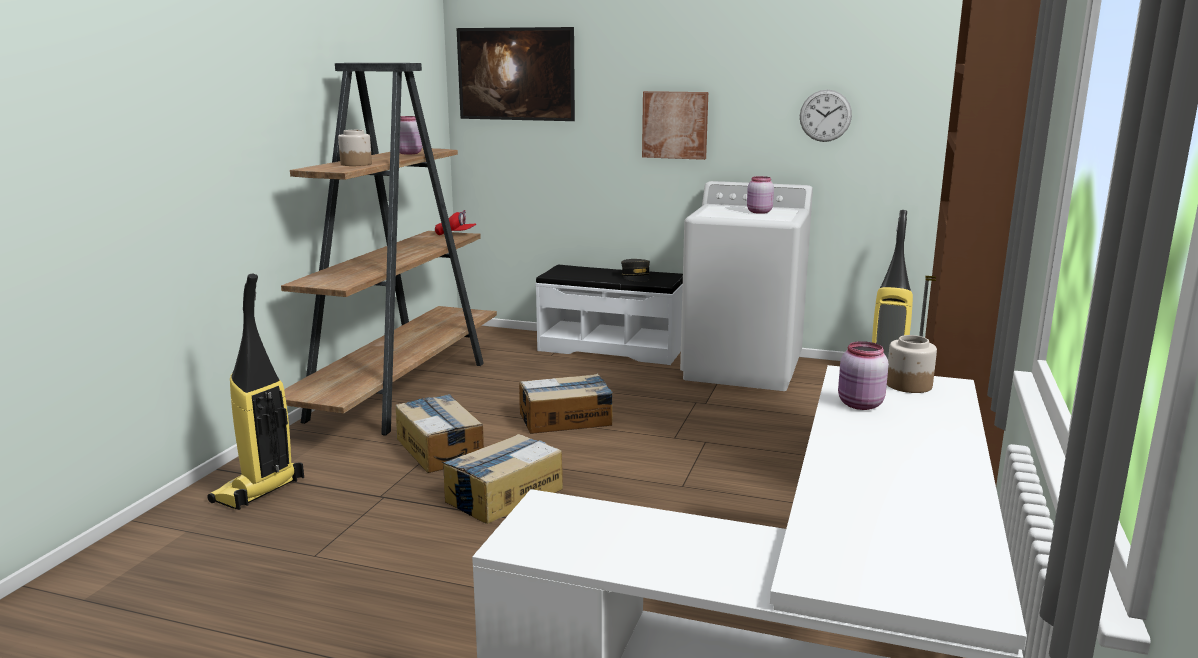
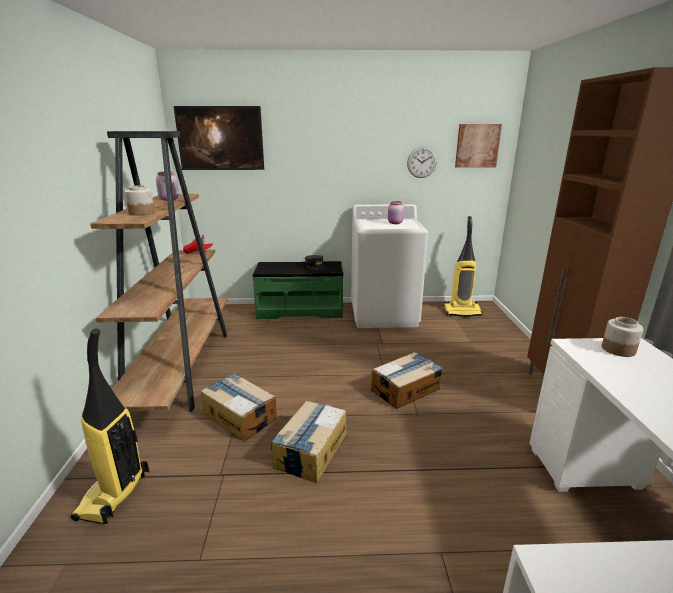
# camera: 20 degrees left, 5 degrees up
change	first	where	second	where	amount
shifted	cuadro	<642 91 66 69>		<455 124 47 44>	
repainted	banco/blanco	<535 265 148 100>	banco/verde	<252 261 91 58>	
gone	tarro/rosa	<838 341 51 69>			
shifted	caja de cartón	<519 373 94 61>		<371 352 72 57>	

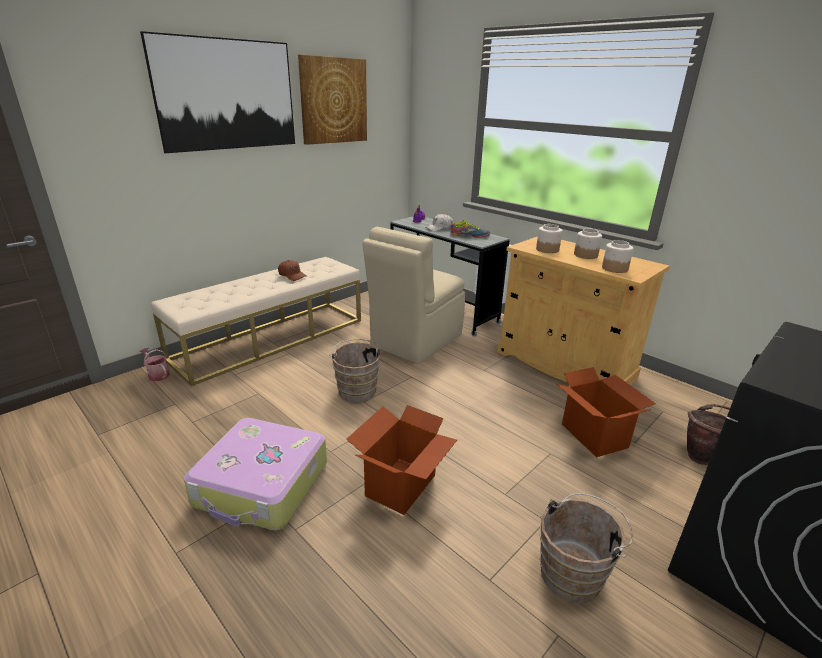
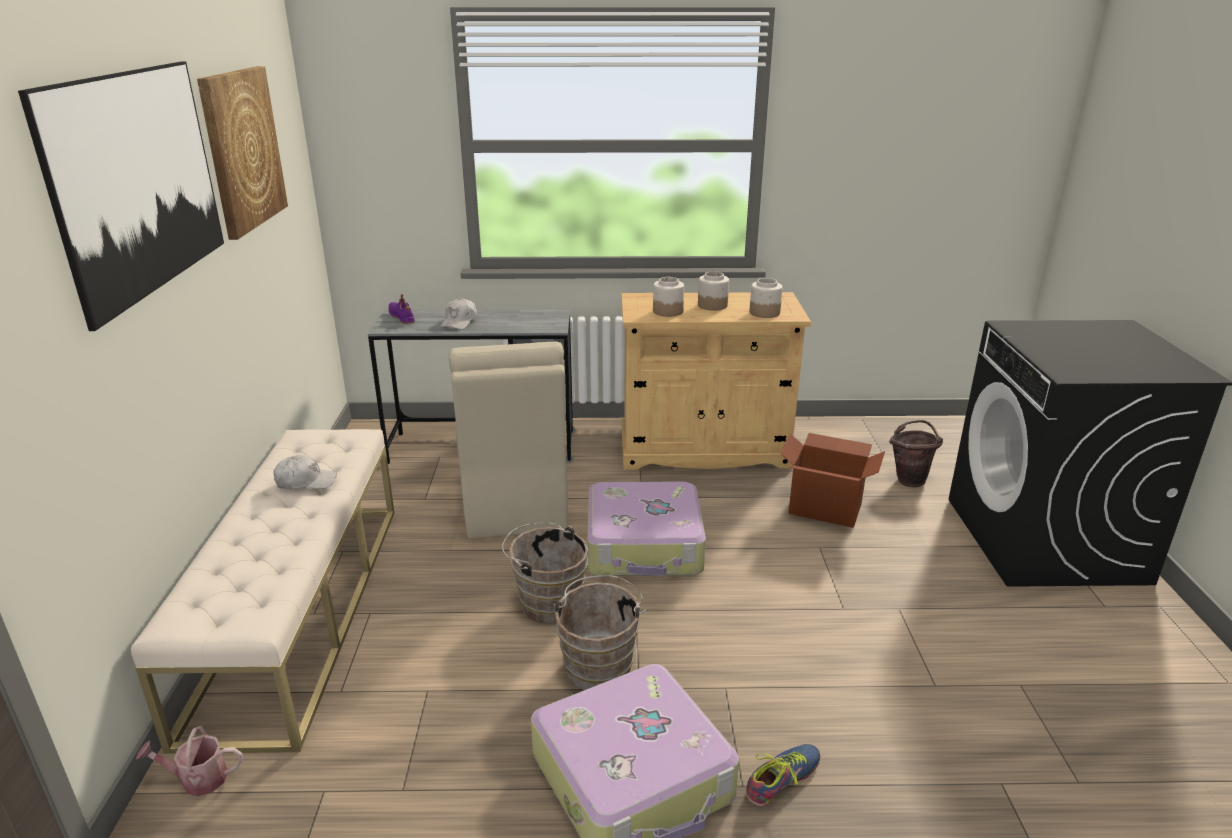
# camera: 45 degrees left, 0 degrees up
change	first	where	second	where	amount
shifted	zapato	<451 220 39 18>		<746 744 75 63>	
repainted	gorra/marrón	<278 260 29 21>	gorra/blanco	<273 454 64 35>	
gone	caja de cartón	<346 405 111 110>			
shifted	cubo/marrón	<540 493 93 110>		<553 575 94 115>	
new			maleta	<588 481 118 95>	

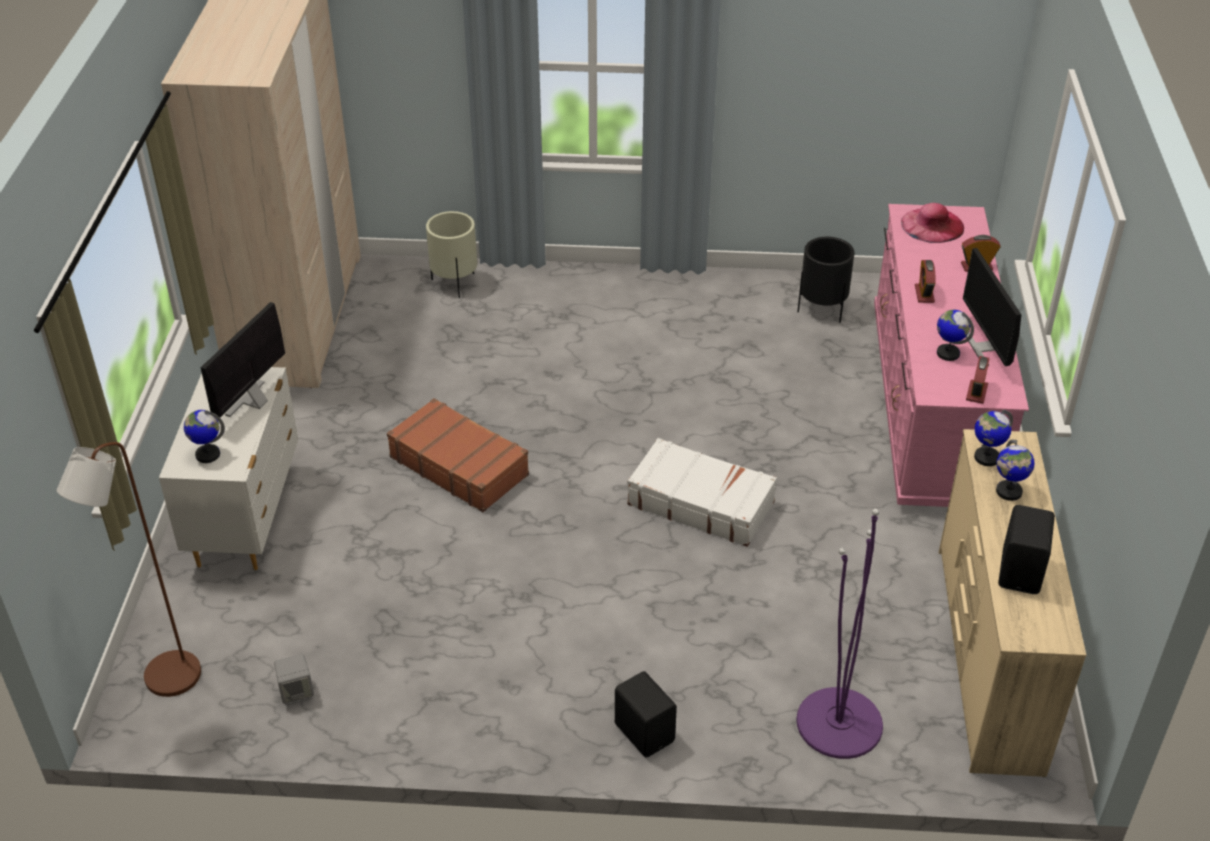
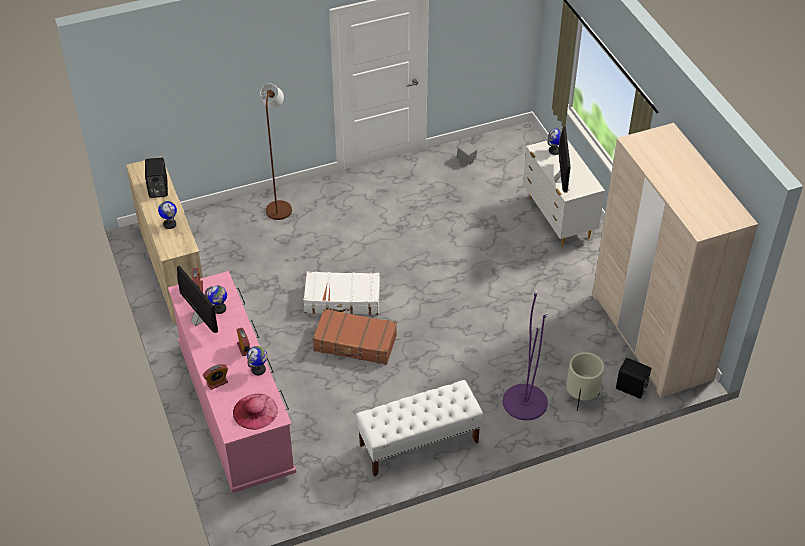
# camera: 155 degrees right, 5 degrees up
change	first	where	second	where	amount
gone	maceta/negro	<797 237 58 86>			
shifted	maleta/marrón	<387 398 142 114>		<312 309 85 56>	
shifted	globo terráqueo	<974 410 39 56>		<247 346 20 29>	
shifted	lámpara de pie/marrón	<57 442 144 255>		<260 84 32 136>	
shifted	lámpara de pie/morado	<796 509 87 250>		<503 291 45 129>	
shifted	altavoz/negro	<615 671 62 87>		<616 358 35 41>	
new			banco/blanco	<356 380 127 96>	

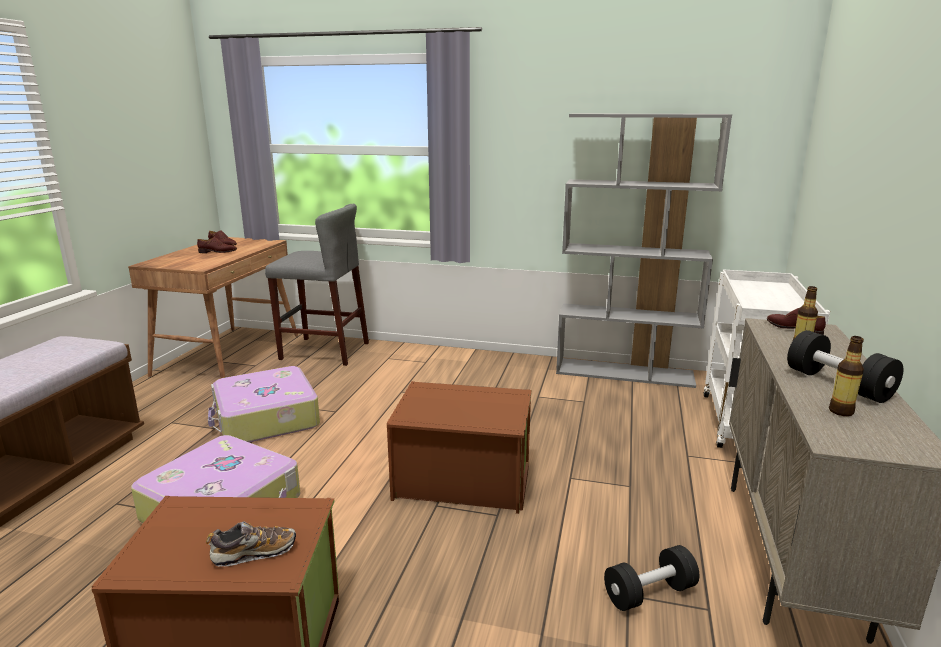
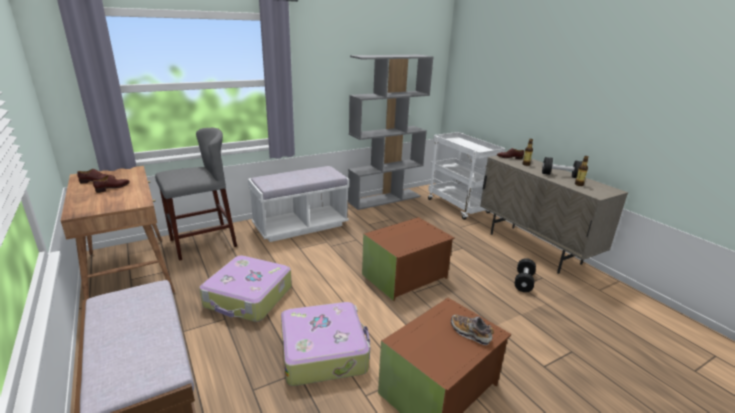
# camera: 45 degrees left, 5 degrees up
change	first	where	second	where	amount
rotated	zapato	<206 521 90 45>		<451 315 43 30>	75 degrees counterclockwise
new			banco/blanco	<248 166 101 76>	

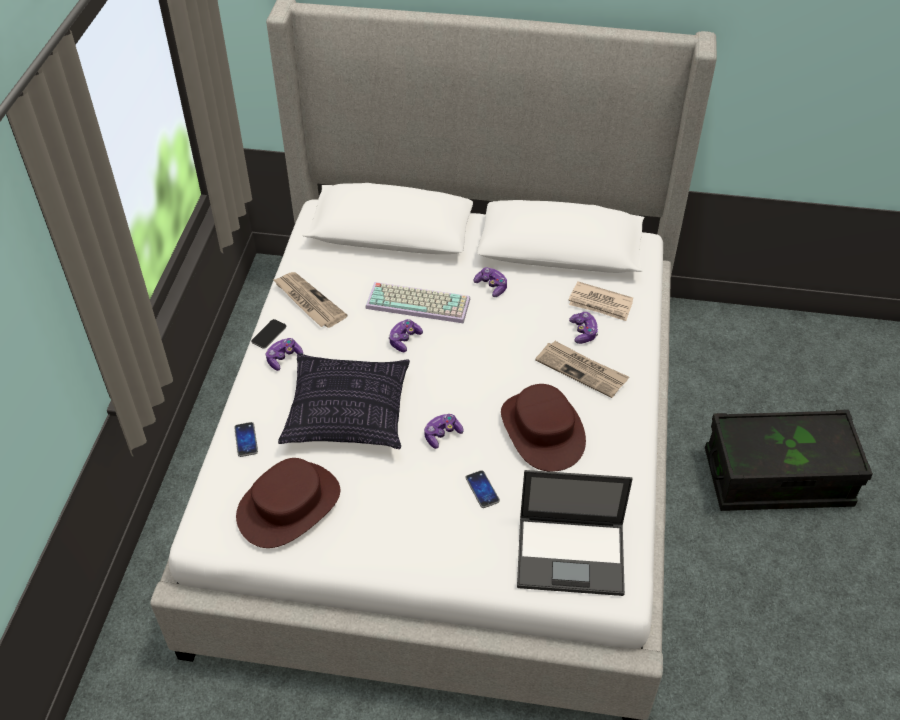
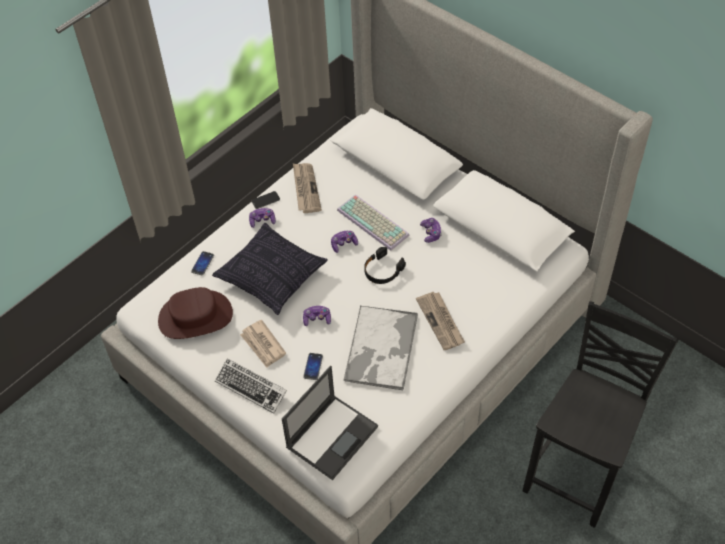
# camera: 35 degrees right, 5 degrees up
change	first	where	second	where	amount
shifted	periódico	<568 282 65 39>		<240 320 46 48>	
gone	mando de consola	<569 312 29 32>			
swapped	sombrero/marrón	<501 384 85 88>	bandeja	<343 305 75 85>	
swapped	caja de almacenaje/negro	<705 409 168 102>	silla/negro	<523 301 155 227>	
rotated	portátil	<517 470 116 126>		<282 366 96 114>	90 degrees counterclockwise
new			auriculares/negro	<364 247 42 37>	
new			teclado	<215 358 72 56>	

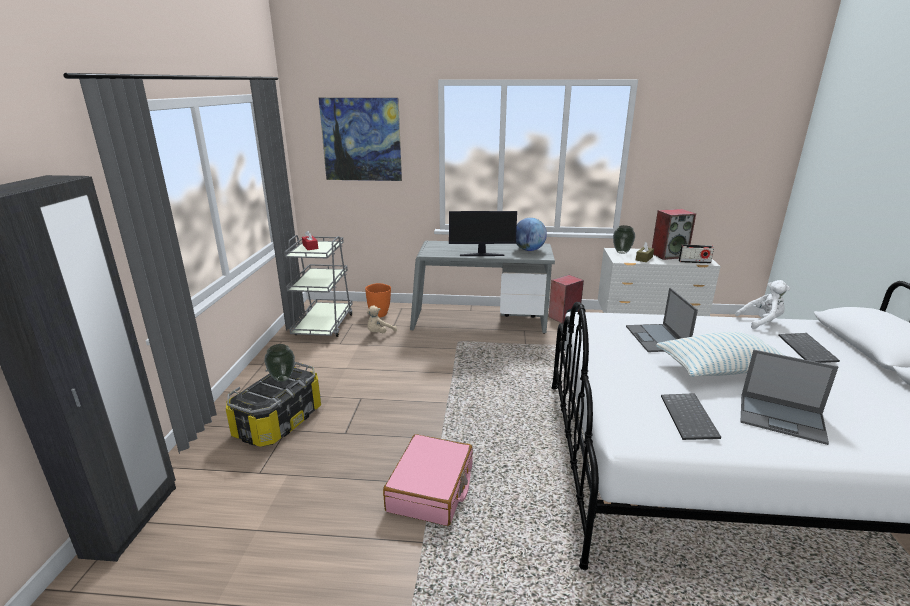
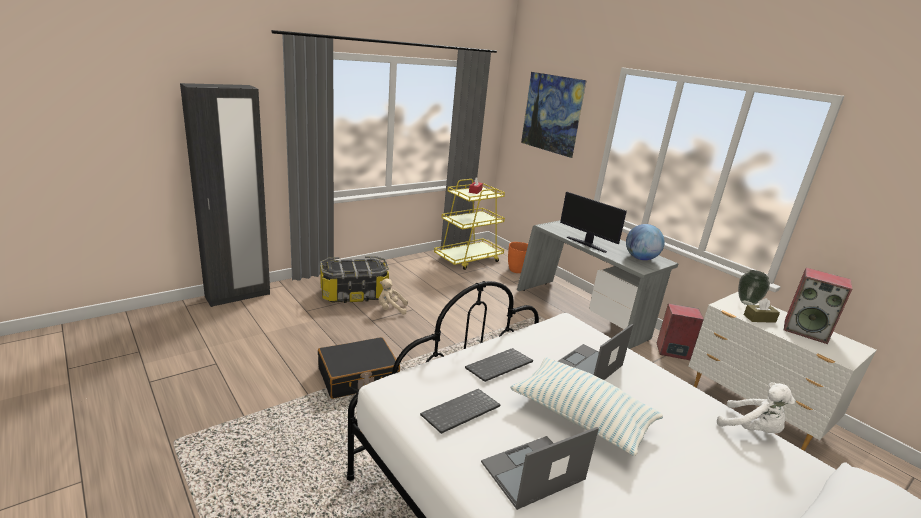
# camera: 45 degrees right, 0 degrees up
change	first	where	second	where	amount
repainted	carrito/gris	<284 235 69 102>	carrito/amarillo	<434 179 71 91>	
gone	radio	<679 245 35 18>			
shifted	peluche/beis	<366 306 31 27>		<379 278 29 37>	
shifted	teclado	<779 333 61 30>		<465 348 68 34>	
gone	florero	<264 344 31 38>			
rotated	portátil	<741 349 97 96>		<481 427 118 83>	75 degrees clockwise
repainted	maleta/rosa	<383 434 90 92>	maleta/negro	<318 337 82 62>	

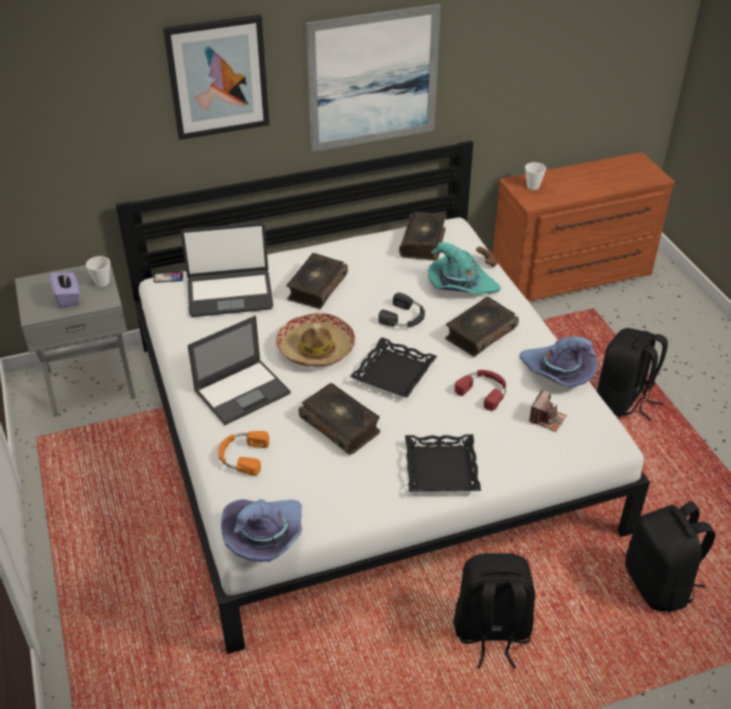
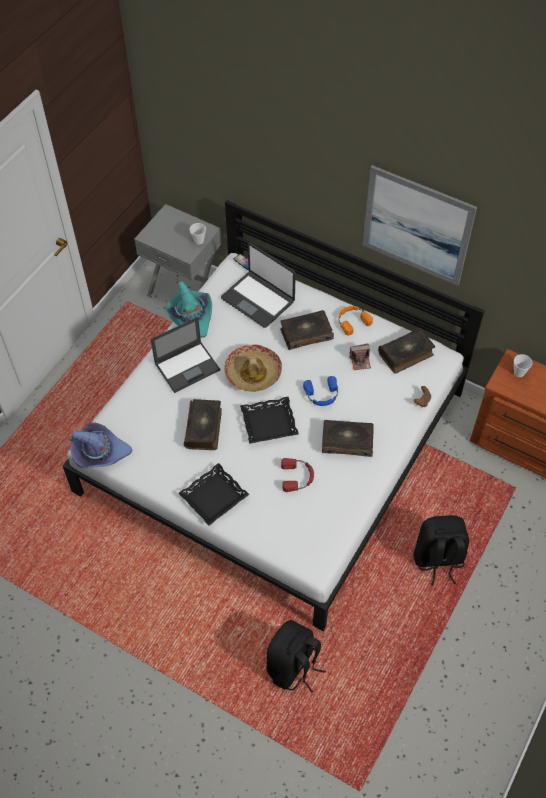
# camera: 50 degrees right, 15 degrees up
change	first	where	second	where	amount
gone	cuadro	<163 15 106 125>			
shifted	sombrero/turquesa	<428 242 73 53>		<165 281 47 57>	
gone	caja de pañuelos/morado	<49 268 31 40>			
repainted	auriculares/negro	<378 292 47 36>	auriculares/azul	<303 376 35 30>	
rotated	portátil	<187 316 104 109>		<151 317 69 76>	45 degrees counterclockwise
gone	sombrero/morado	<520 336 78 52>			
shifted	cámara	<529 389 38 42>		<349 344 22 26>	
shifted	auriculares/naranja	<218 431 51 45>		<339 306 34 29>	
gone	mochila/negro	<454 553 81 116>			

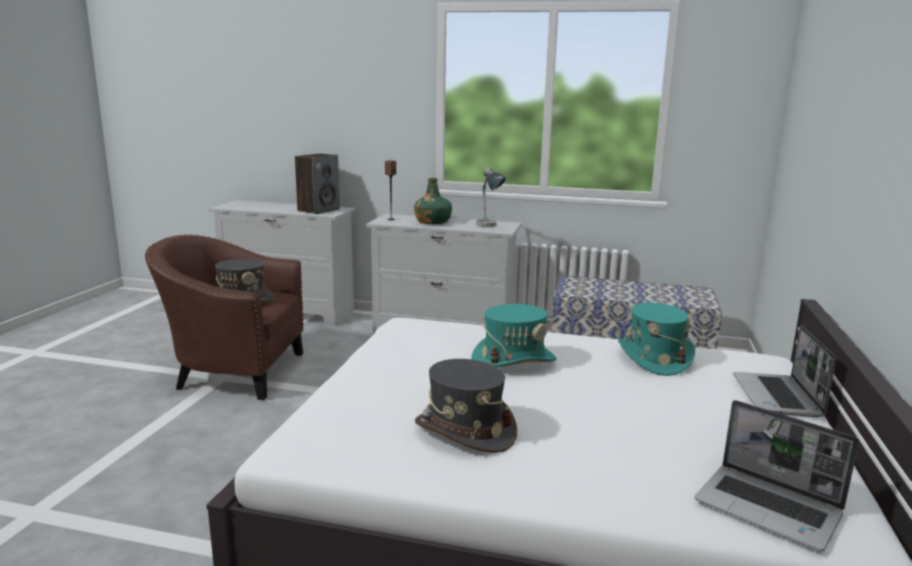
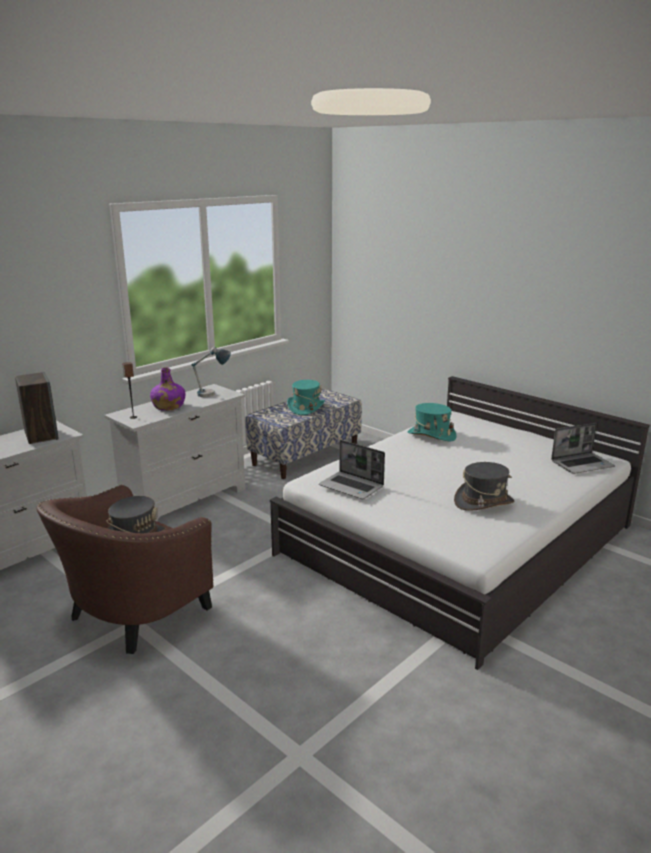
# camera: 60 degrees left, 5 degrees up
change	first	where	second	where	amount
repainted	botella/verde	<414 178 38 46>	botella/morado	<150 367 35 44>	
shifted	sombrero/turquesa	<471 304 86 63>		<287 380 38 35>	
shifted	portátil	<733 325 103 92>		<319 440 66 59>	

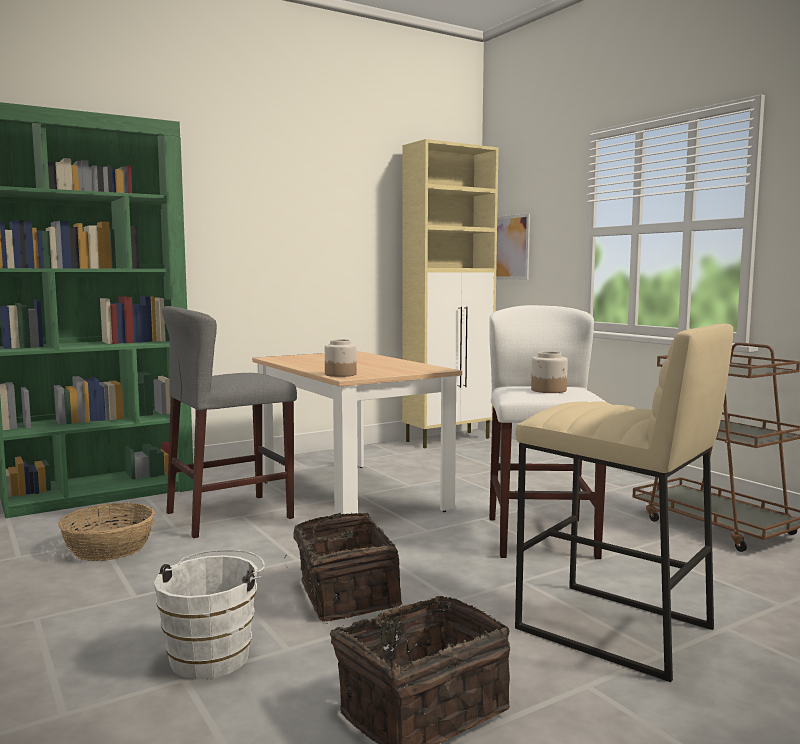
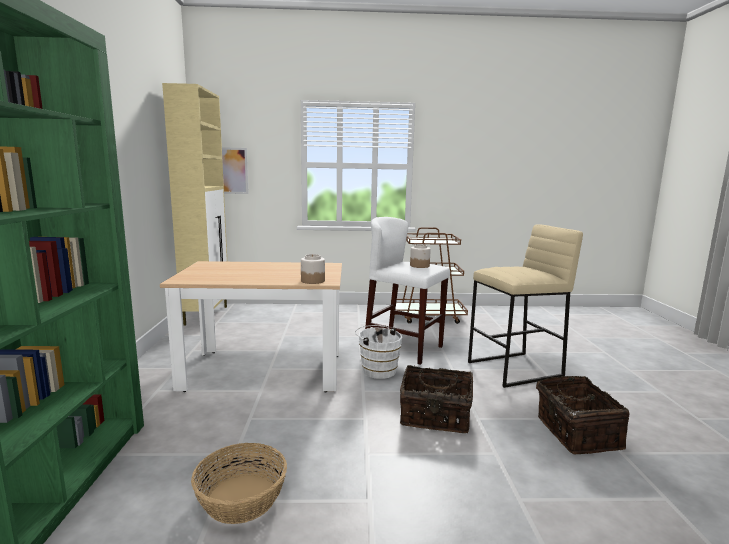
# camera: 60 degrees left, 5 degrees up
change	first	where	second	where	amount
gone	taburete/gris	<162 306 135 232>			
shifted	cubo/blanco	<154 550 111 130>		<355 325 47 54>	

